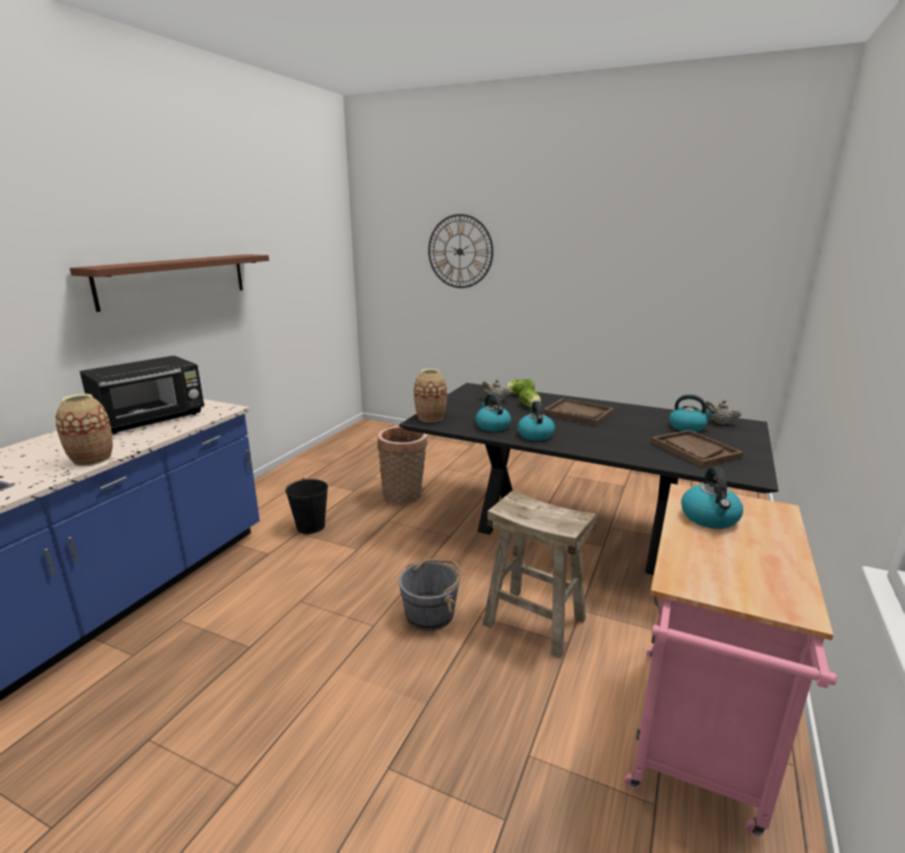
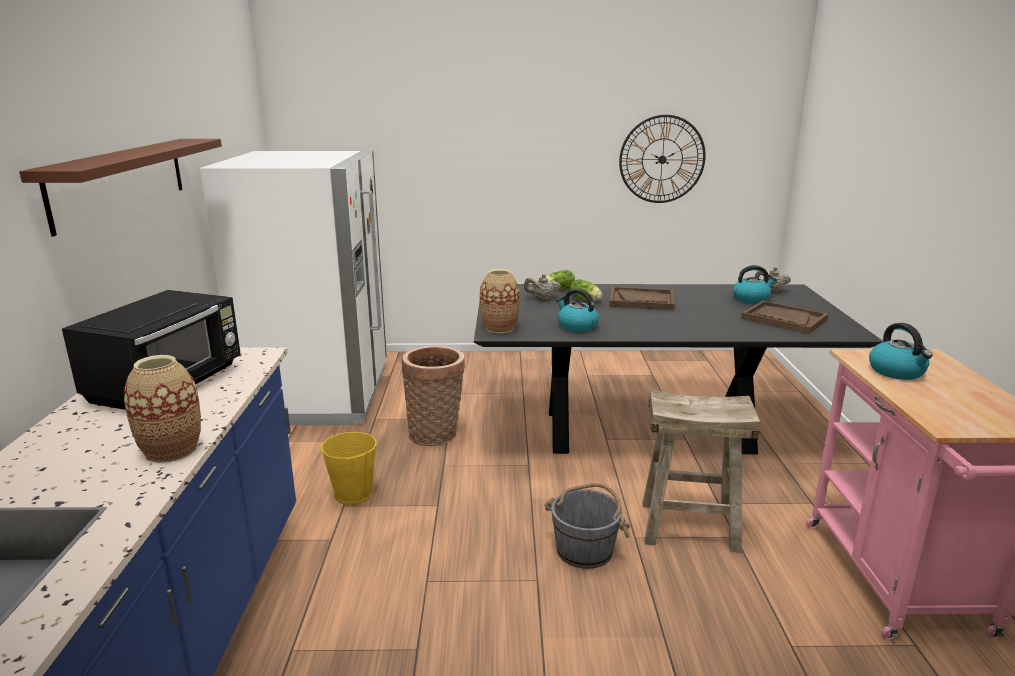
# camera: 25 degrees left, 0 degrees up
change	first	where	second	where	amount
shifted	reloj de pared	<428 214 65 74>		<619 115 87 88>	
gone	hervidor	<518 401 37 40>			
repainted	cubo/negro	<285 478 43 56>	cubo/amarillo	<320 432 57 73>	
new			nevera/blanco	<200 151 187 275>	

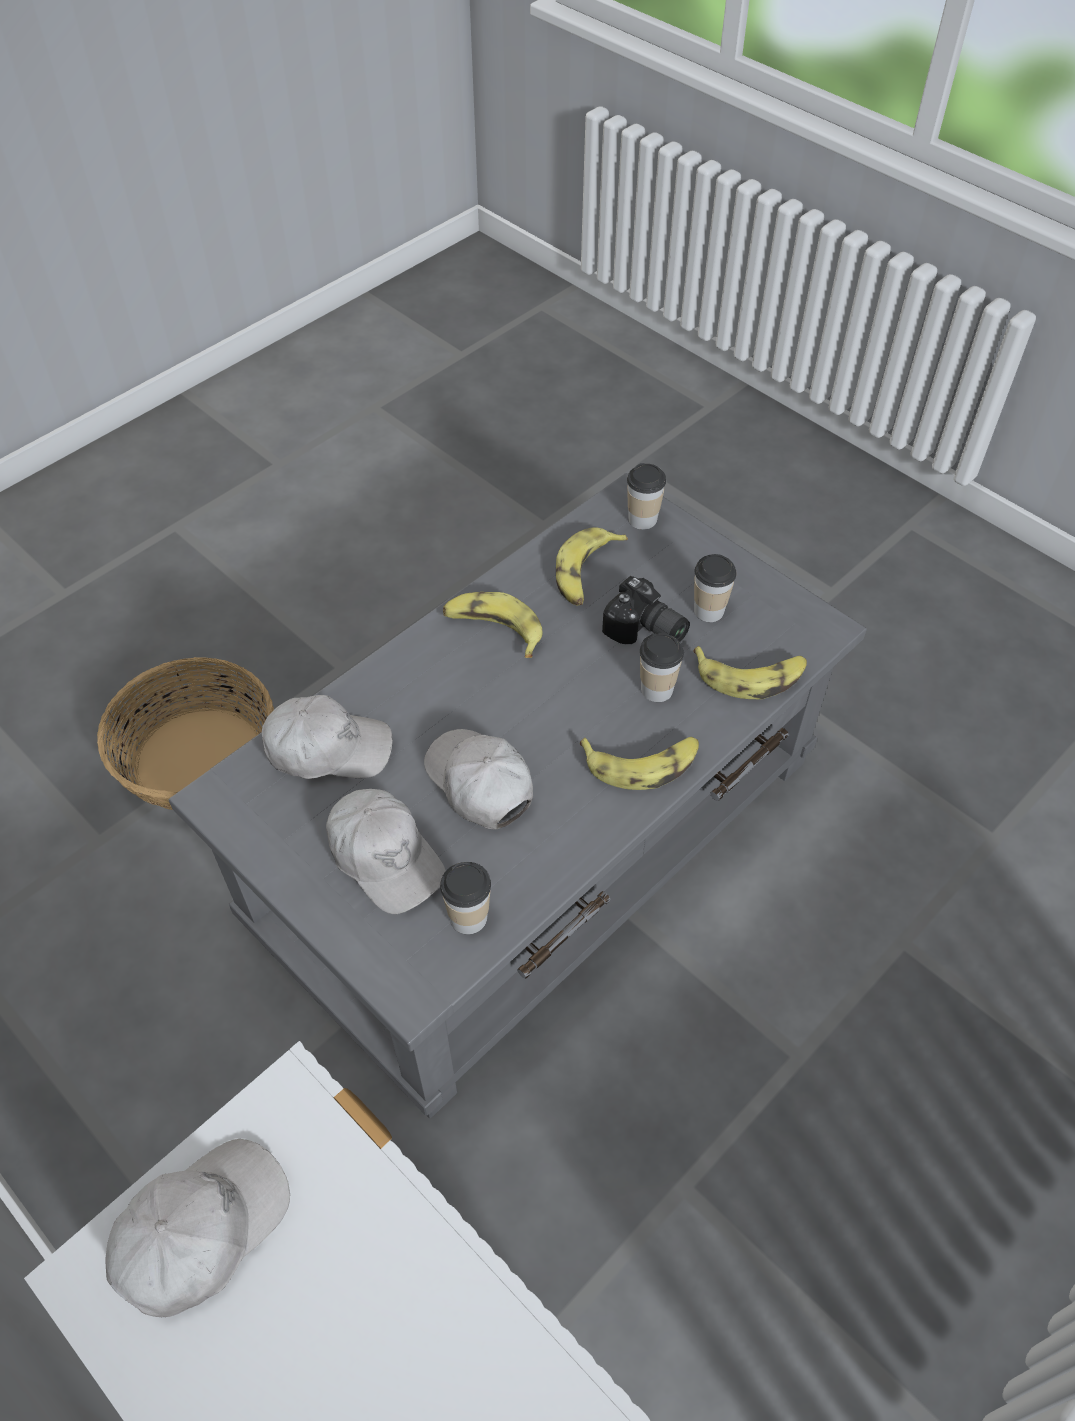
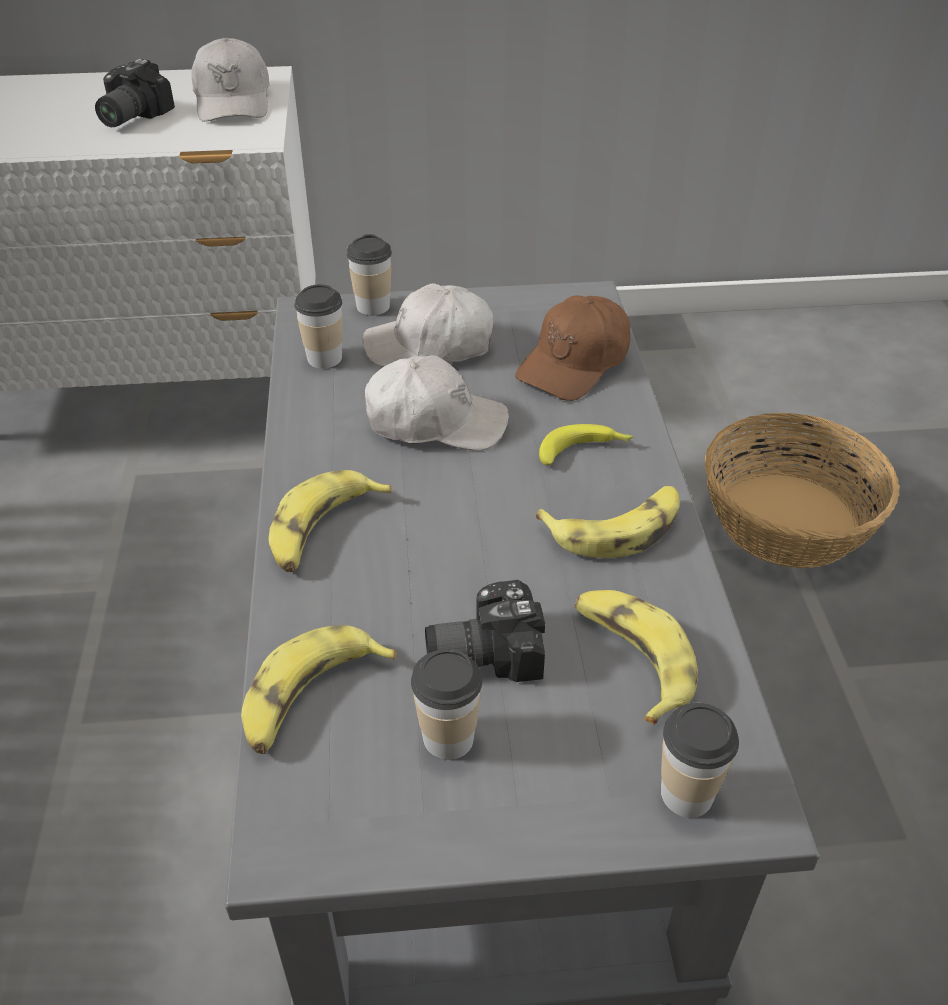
# camera: 130 degrees right, 10 degrees down
change	first	where	second	where	amount
shifted	taza	<640 633 44 69>		<347 234 45 82>	
repainted	gorra/blanco	<262 695 131 84>	gorra/marrón	<515 295 115 106>	
new			cámara	<95 59 80 68>	
new			plátano	<539 424 94 42>	

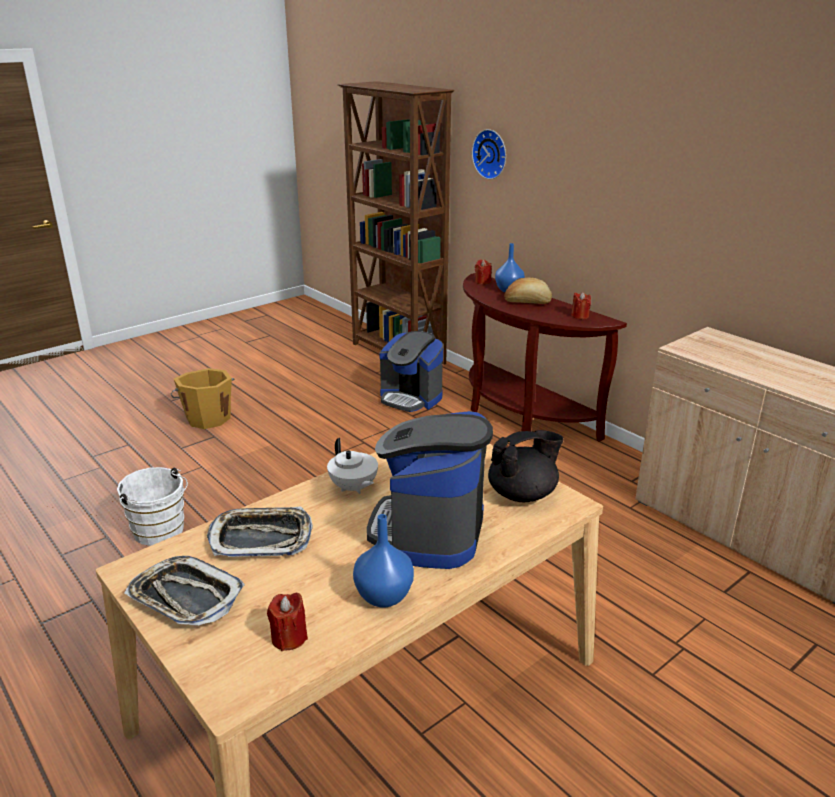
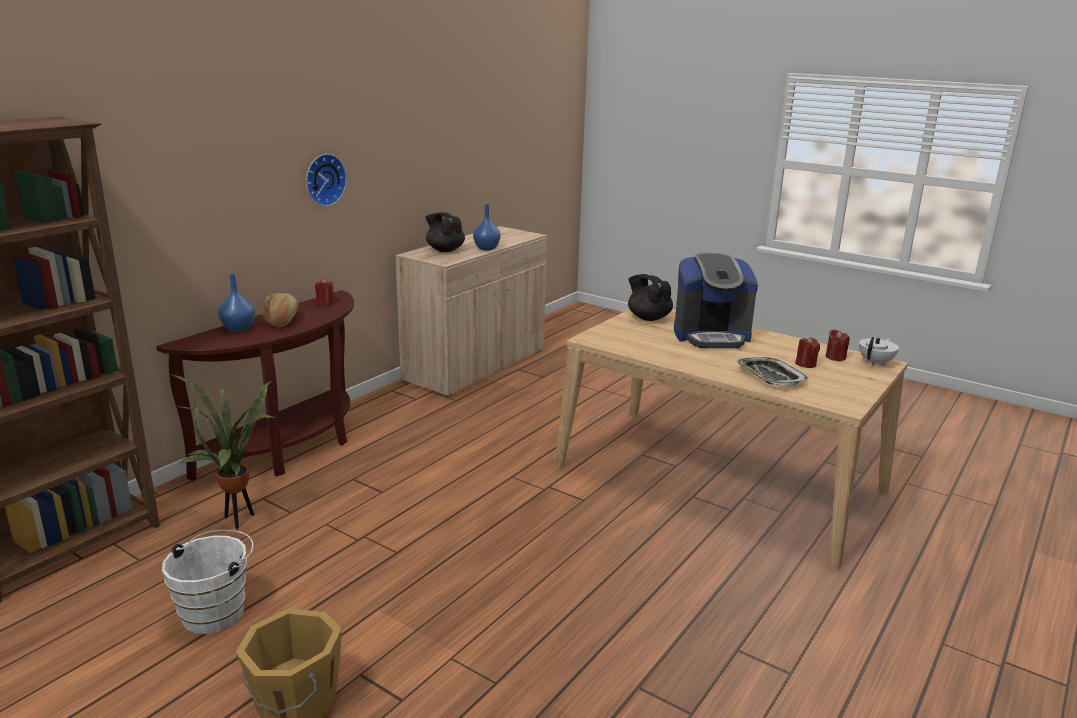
# camera: 105 degrees left, 5 degrees down
change	first	where	second	where	amount
shifted	reloj de pared	<472 129 34 50>		<306 154 41 53>	
shifted	vela/rojo	<475 259 17 26>		<795 337 25 31>	
swapped	cafetera	<379 331 64 81>	planta en maceta	<170 374 105 155>	
shifted	tetera/blanco	<327 438 51 56>		<859 337 40 29>	
shifted	cubo/blanco	<117 467 71 79>		<162 530 92 104>	
shifted	florero/azul	<353 514 61 94>		<473 204 28 46>	
gone	bandeja	<124 556 121 70>			
new			tetera/negro	<425 212 40 40>	

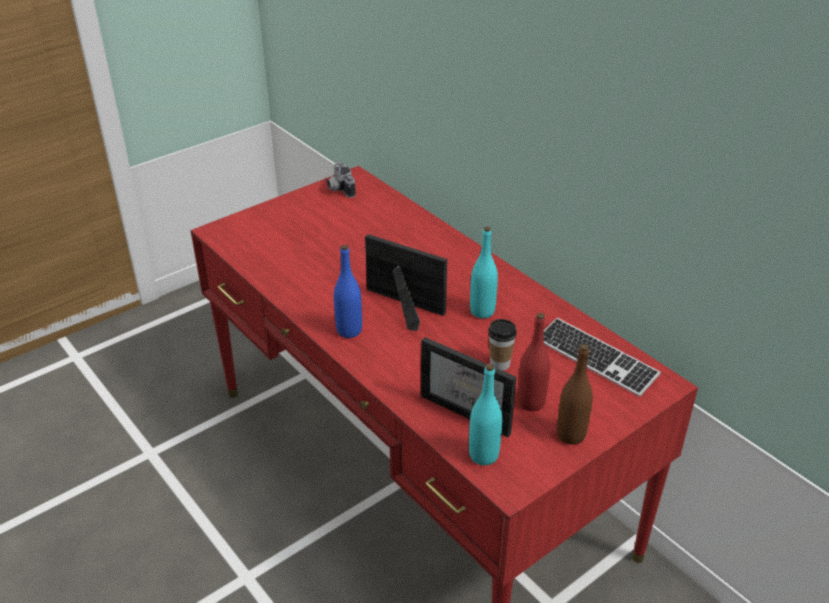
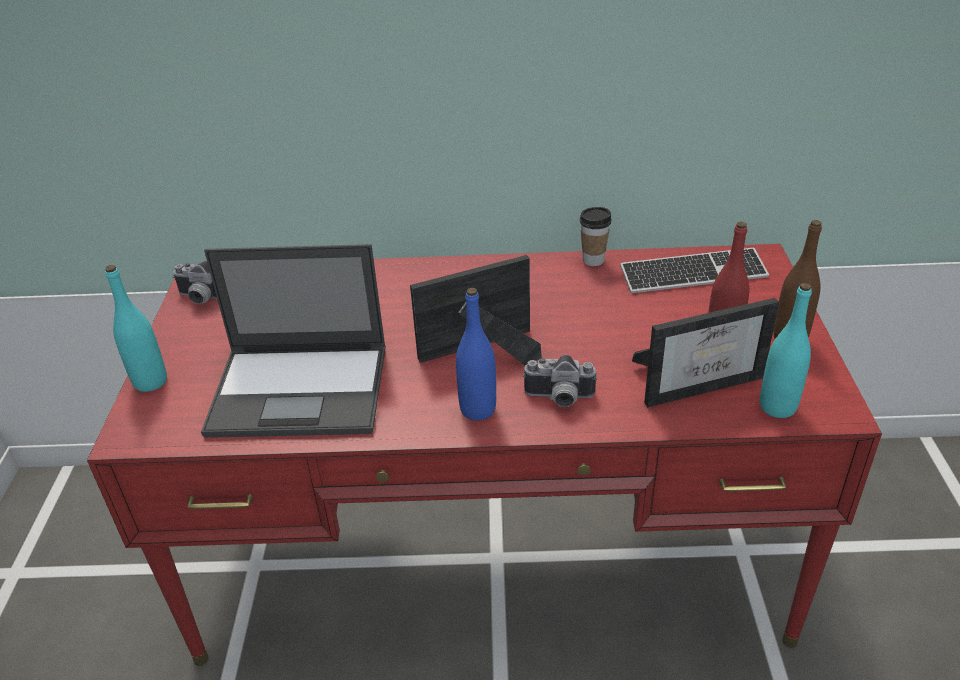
# camera: 50 degrees left, 0 degrees up
change	first	where	second	where	amount
shifted	botella/turquesa	<470 226 28 92>		<105 265 62 127>	
shifted	taza	<488 319 29 52>		<580 207 32 59>	
new			portátil	<201 244 185 194>	
new			cámara	<522 355 75 52>	

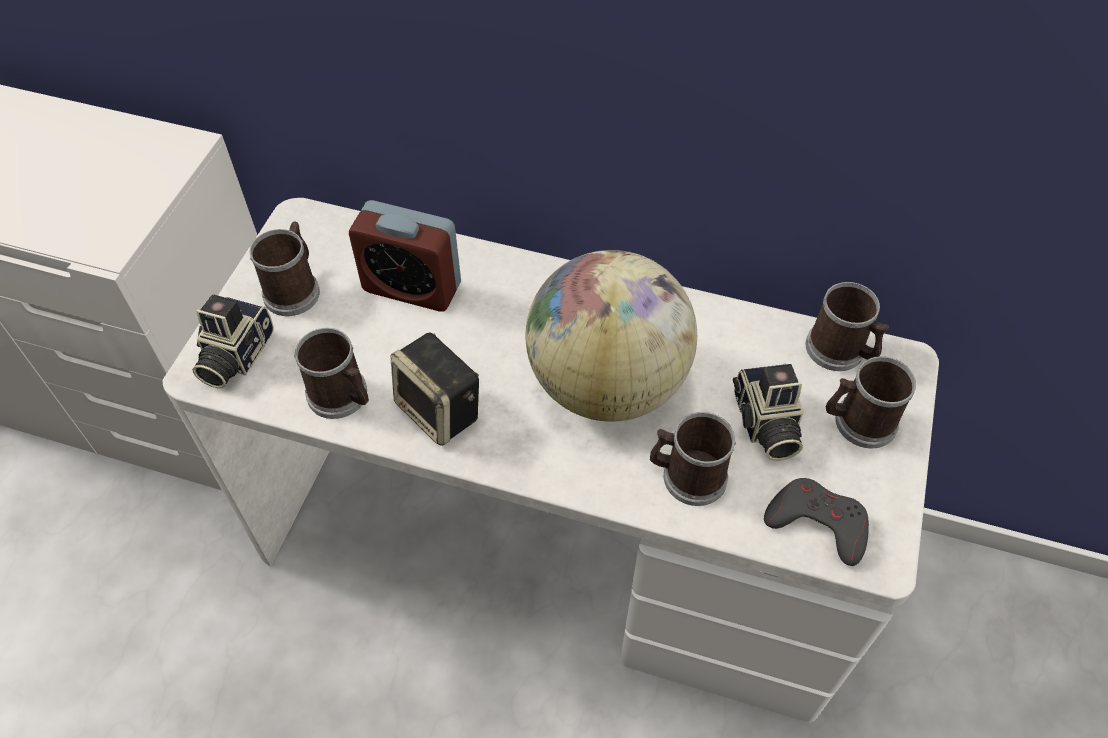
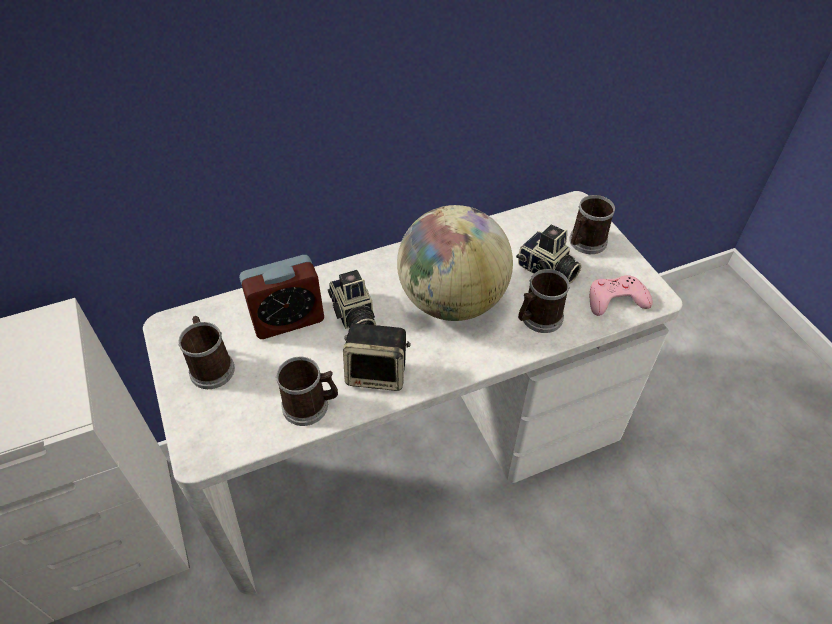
# camera: 40 degrees left, 5 degrees down
change	first	where	second	where	amount
gone	taza grande	<806 282 83 89>			
shifted	cámara	<192 294 82 94>		<328 270 48 59>	
repainted	mando de consola/gris	<764 478 105 88>	mando de consola/rosa	<590 275 63 41>	

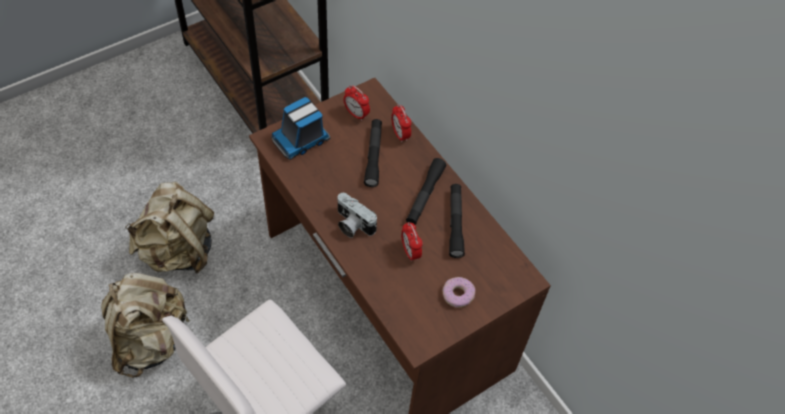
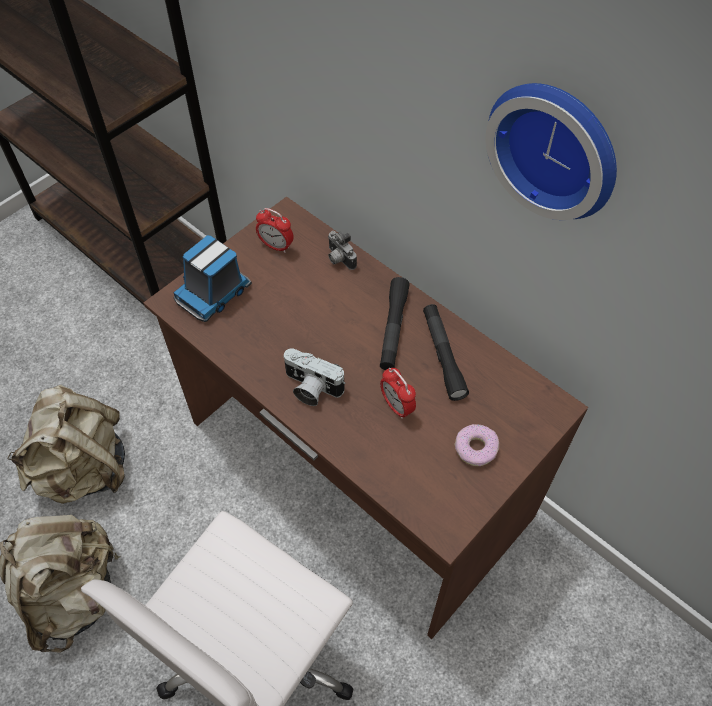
# camera: 10 degrees left, 0 degrees up
change	first	where	second	where	amount
swapped	despertador	<391 105 21 38>	cámara	<328 231 29 39>	
gone	linterna/negro	<364 119 18 68>			
new			reloj de pared	<486 83 131 137>	

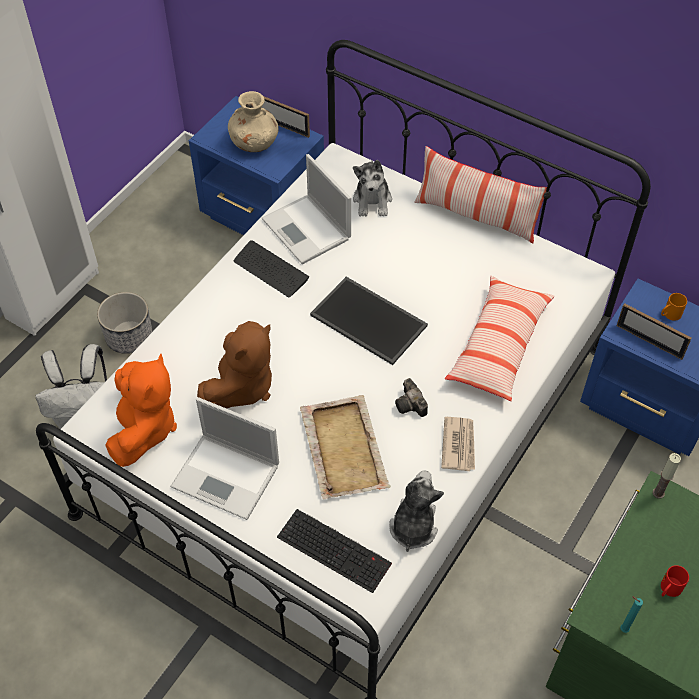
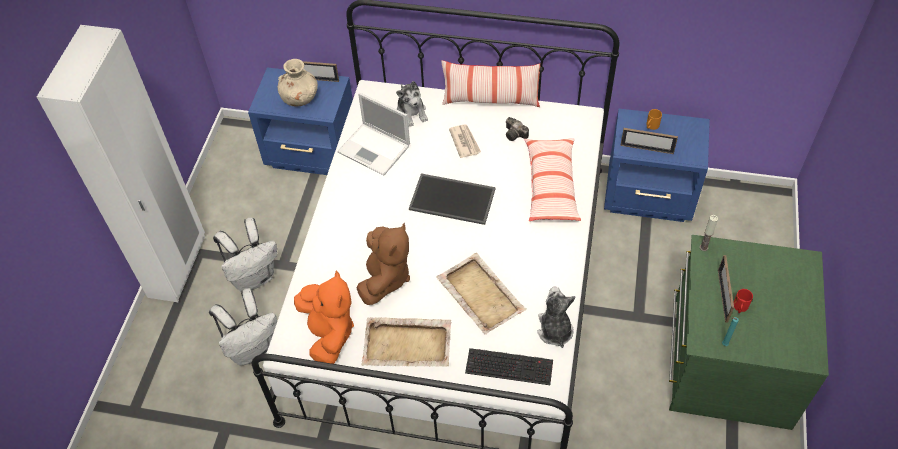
# camera: 20 degrees left, 0 degrees up
change	first	where	second	where	amount
gone	teclado	<234 240 75 57>			
swapped	maceta	<97 292 55 62>	mochila/blanco	<213 218 64 73>	
shifted	cámara	<395 378 33 39>		<506 117 23 24>	
swapped	portátil	<170 397 109 123>	bandeja/beis	<361 317 90 50>	
shifted	periódico	<441 417 34 54>		<449 125 32 33>	
new			portarretratos	<718 255 16 68>	

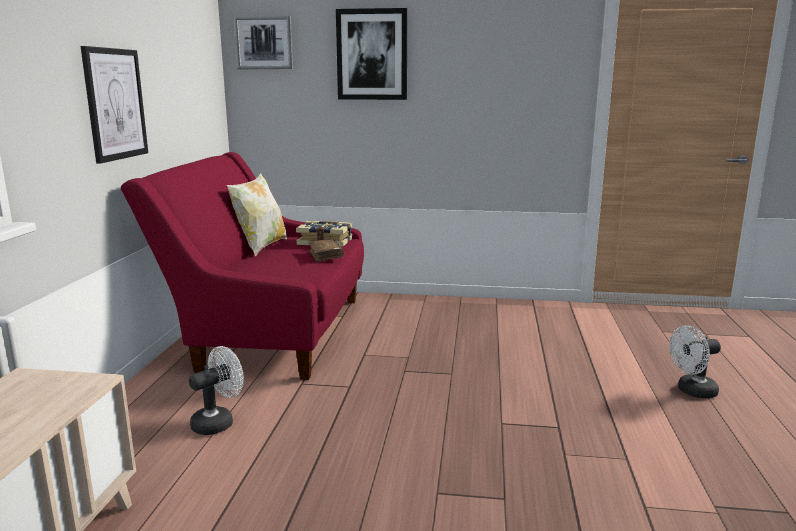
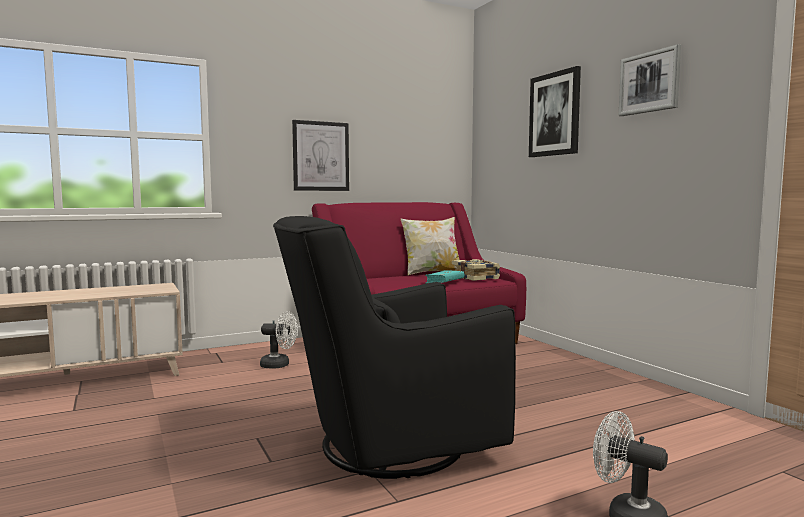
# camera: 55 degrees right, 10 degrees down
change	first	where	second	where	amount
shifted	cuadro	<234 16 59 53>		<619 44 62 72>	
repainted	libro/marrón	<308 239 36 24>	libro/turquesa	<425 270 39 14>	
new			sillón/negro	<273 216 243 263>	

